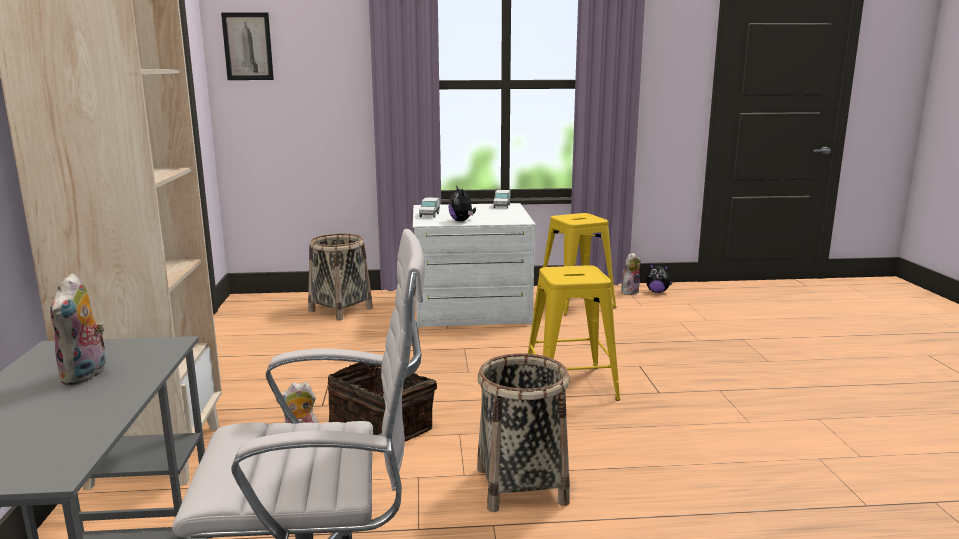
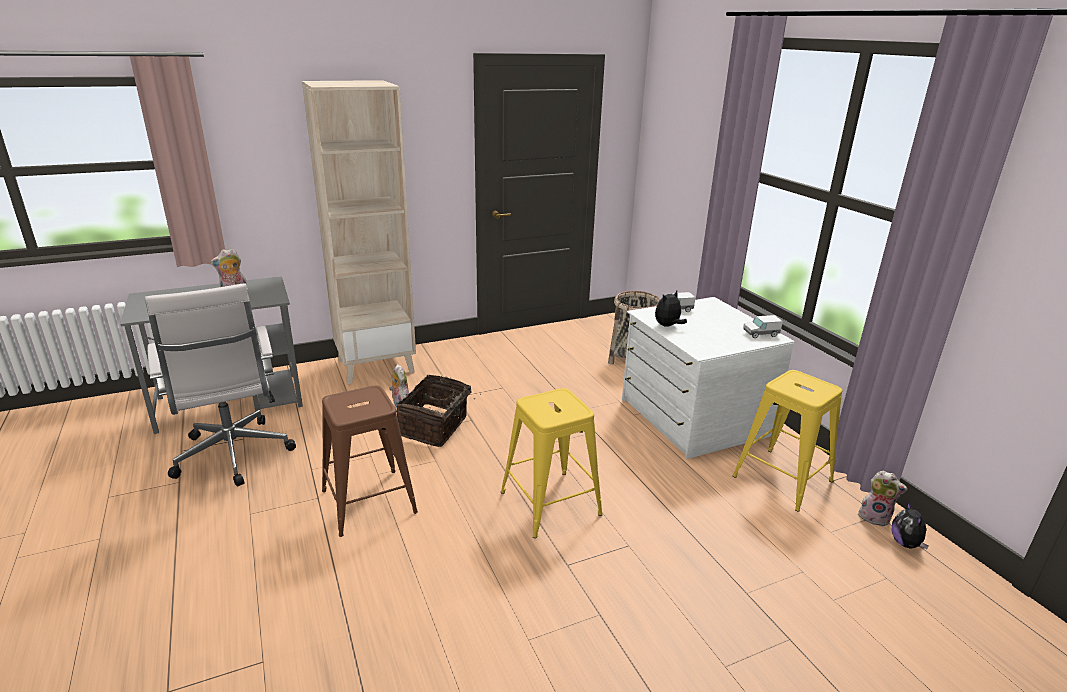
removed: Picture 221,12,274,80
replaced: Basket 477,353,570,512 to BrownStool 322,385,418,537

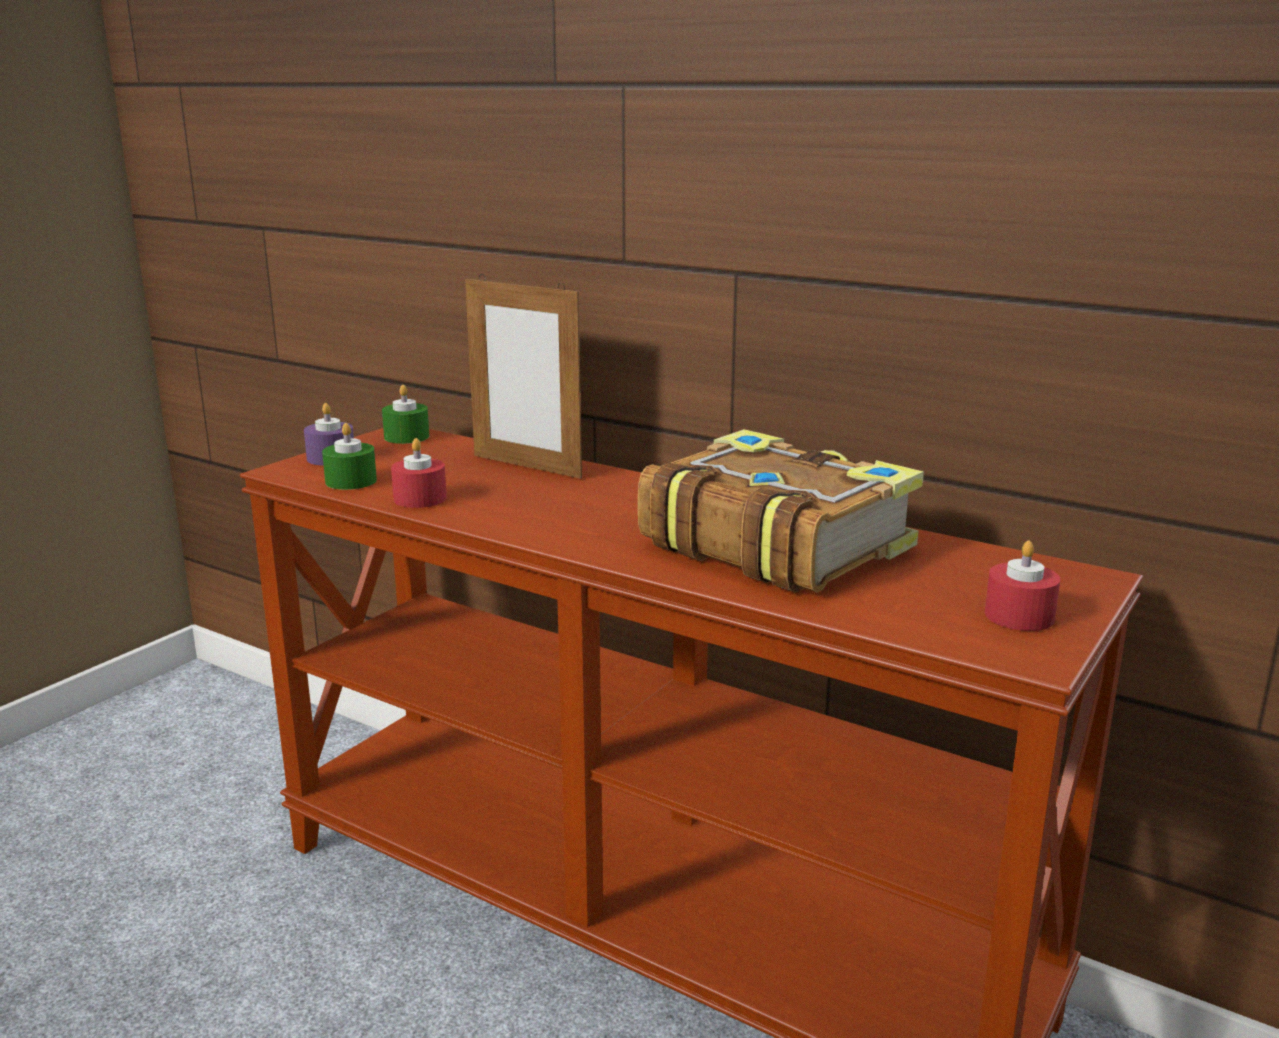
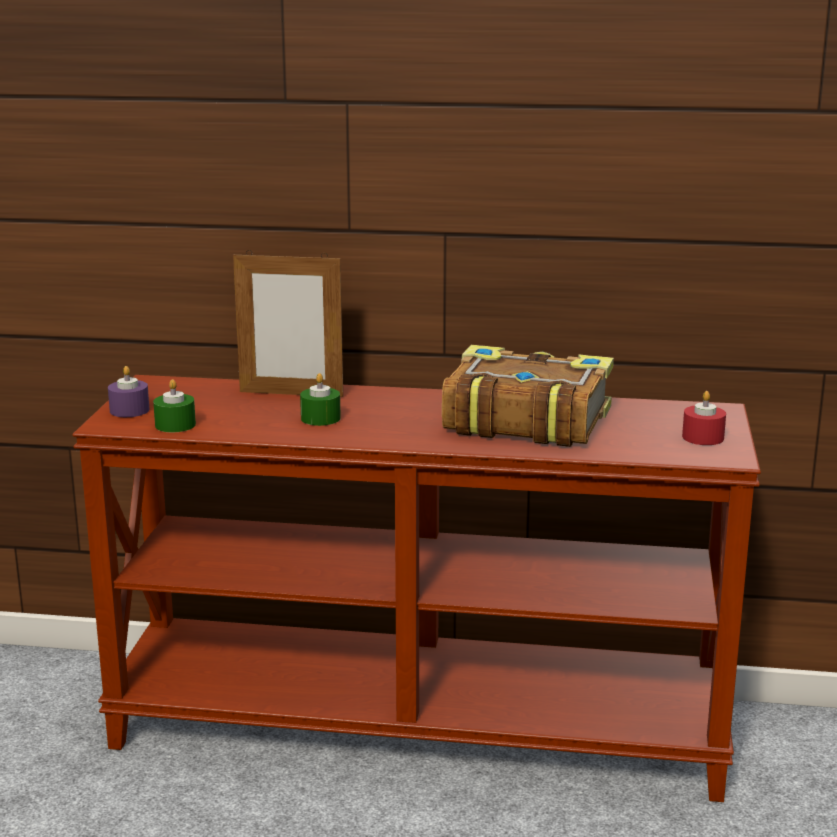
removed: RedCandle 391,438,447,508
moved: GreenCandle 382,385,429,444 to 300,373,341,426

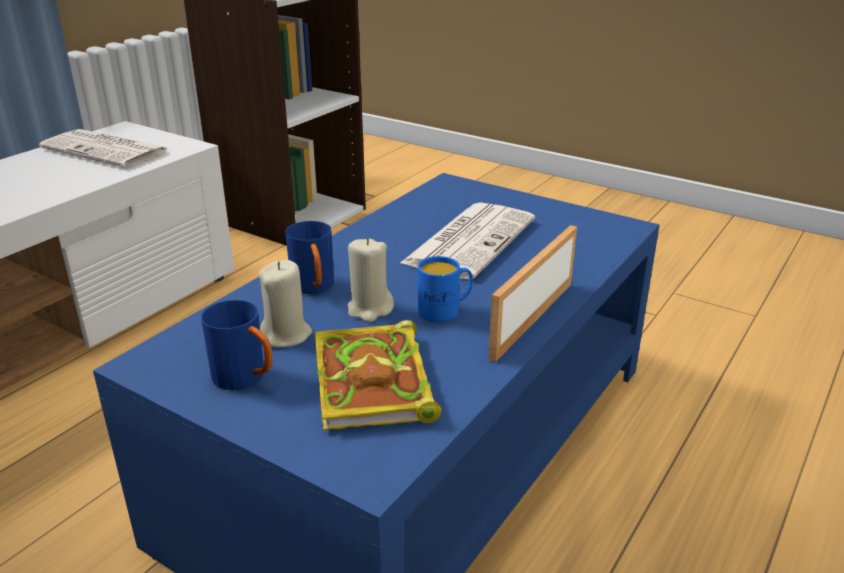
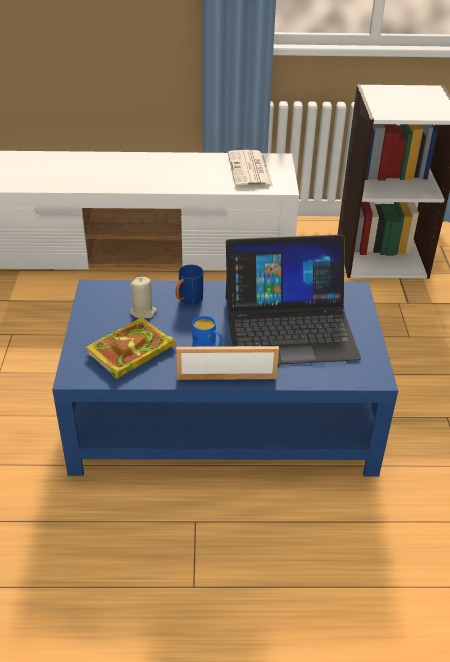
removed: BlueMug 201,300,273,390; BeigeCandle 348,238,394,322
replaced: Newspaper 399,202,535,280 to Laptop 226,235,361,365

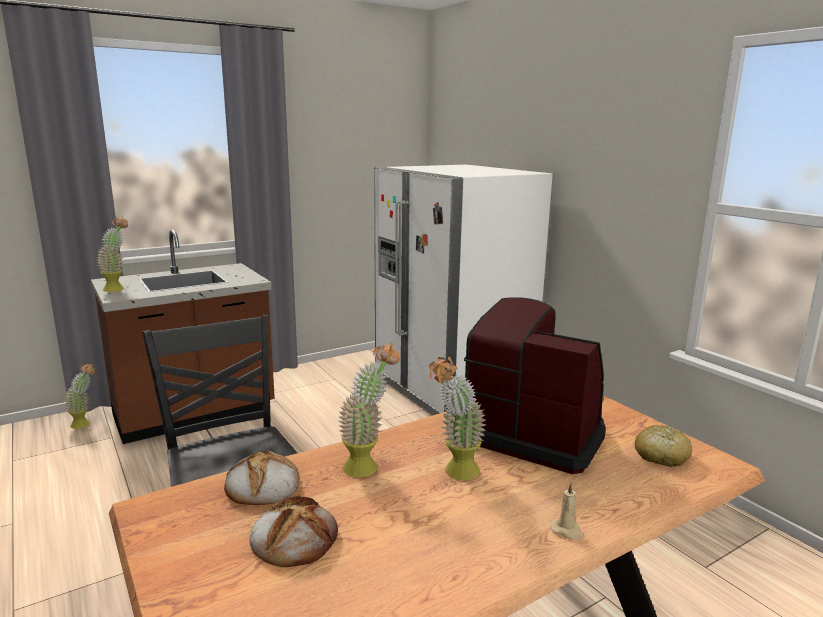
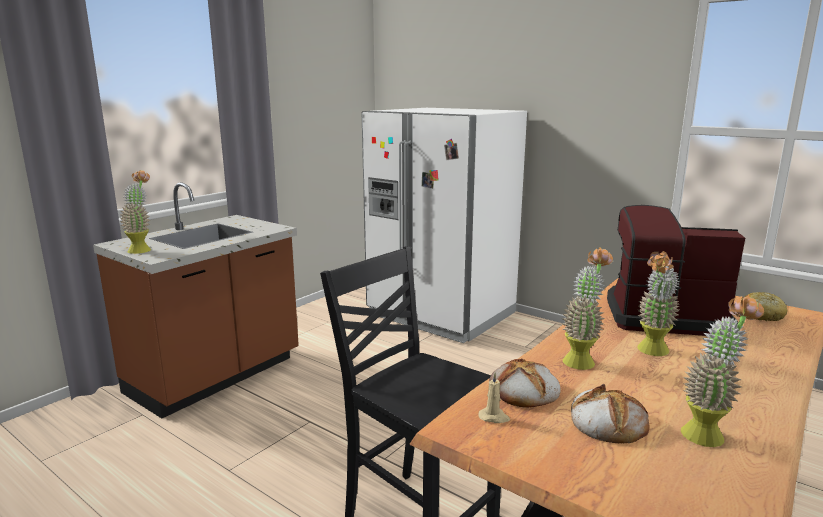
moved: PottedPlant 64,364,95,429 to 681,295,764,447; BeigeCandle 550,482,584,539 to 478,372,510,423

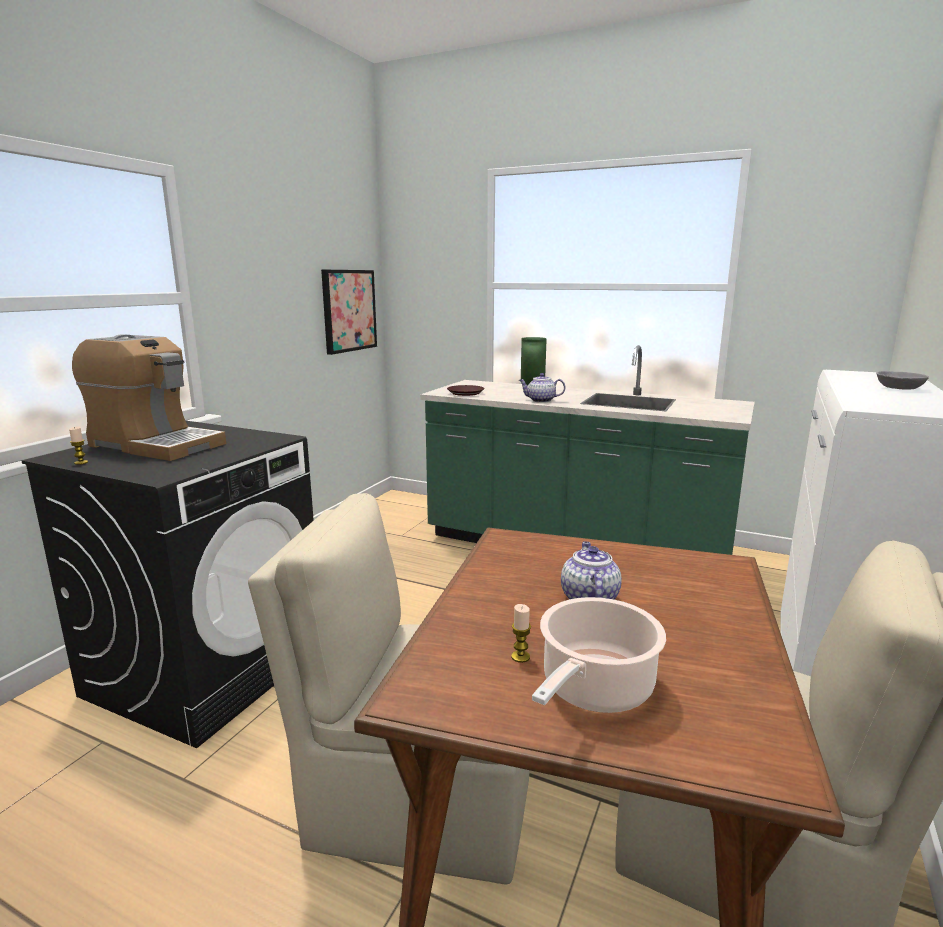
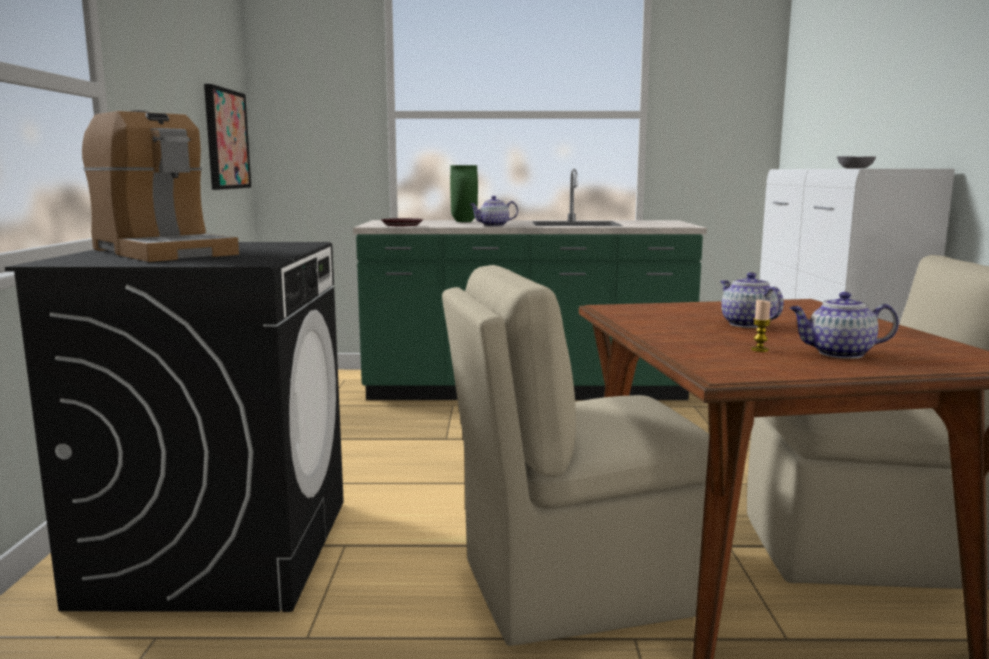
removed: Candle 69,426,88,465
replaced: CookingPot 532,597,666,713 to Teapot 790,292,899,359
turned: CoffeeMachine 72,334,226,461 = 82,110,239,262 45 degrees clockwise

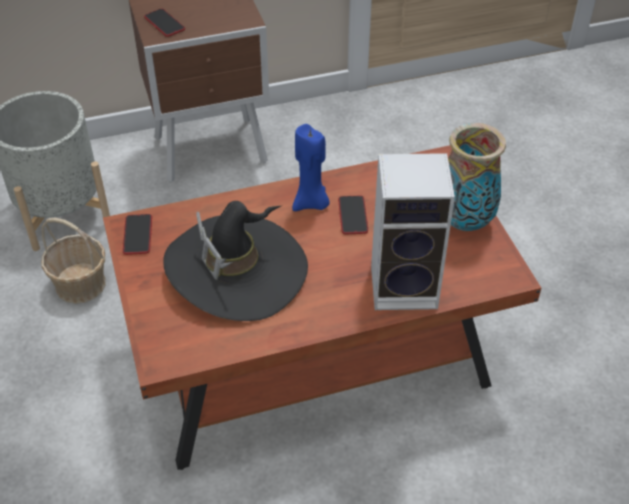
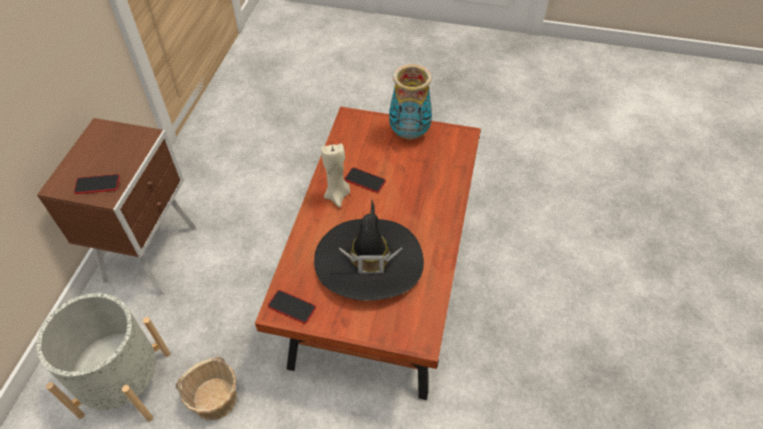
removed: Speaker 371,153,455,310
recoloured: BlueCandle 292,124,330,211 to BeigeCandle 321,143,350,208

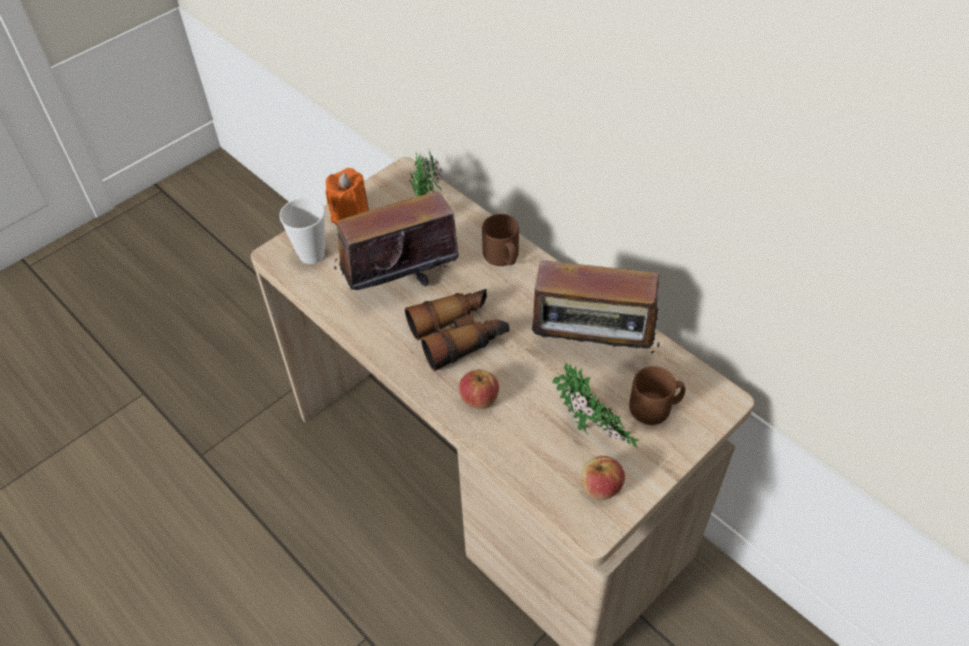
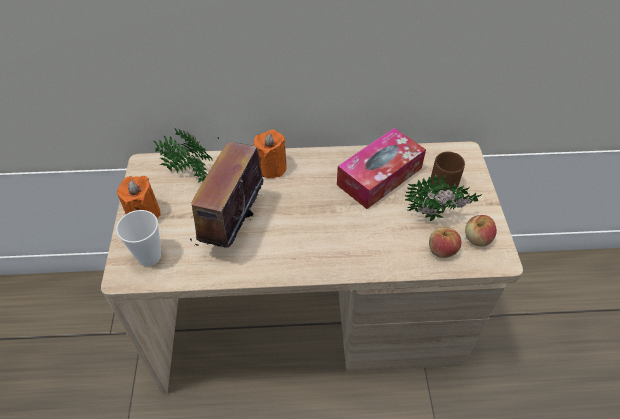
removed: Binoculars 405,289,509,371
moved: Apple 459,369,499,409 to 429,227,461,258
replaced: BrownMug 482,214,519,266 to OrangeCandle 254,130,287,178; Radio 532,260,659,365 to TissueBox 337,128,426,209

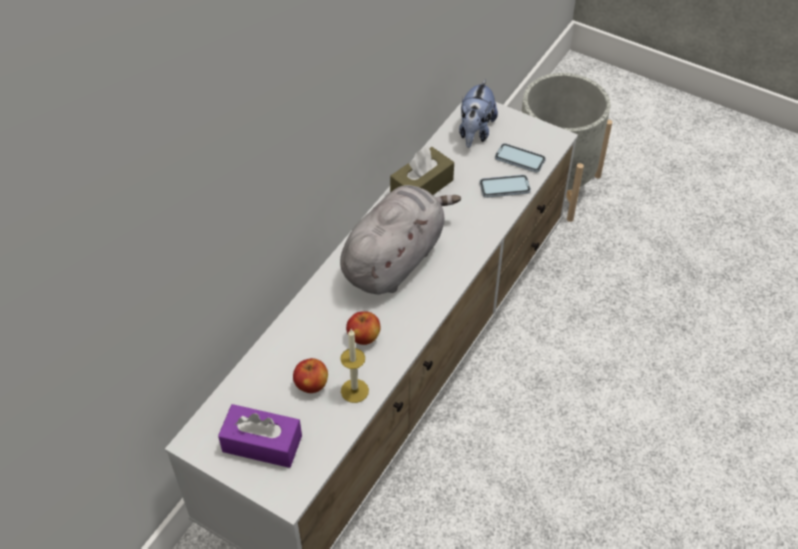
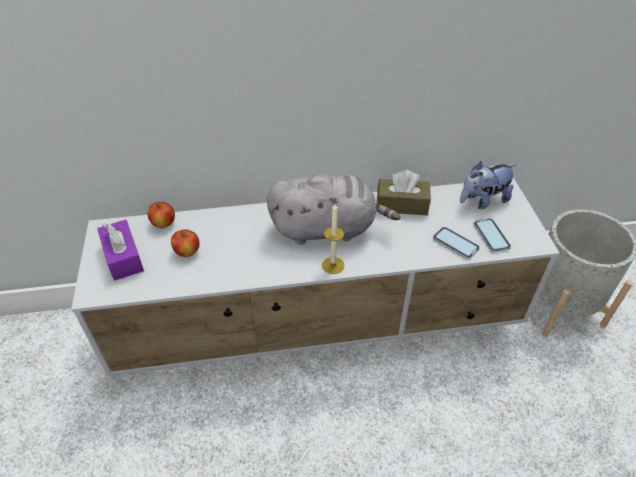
moved: Candle 340,329,369,403 to 322,204,344,274; Apple 346,311,381,345 to 147,202,175,228

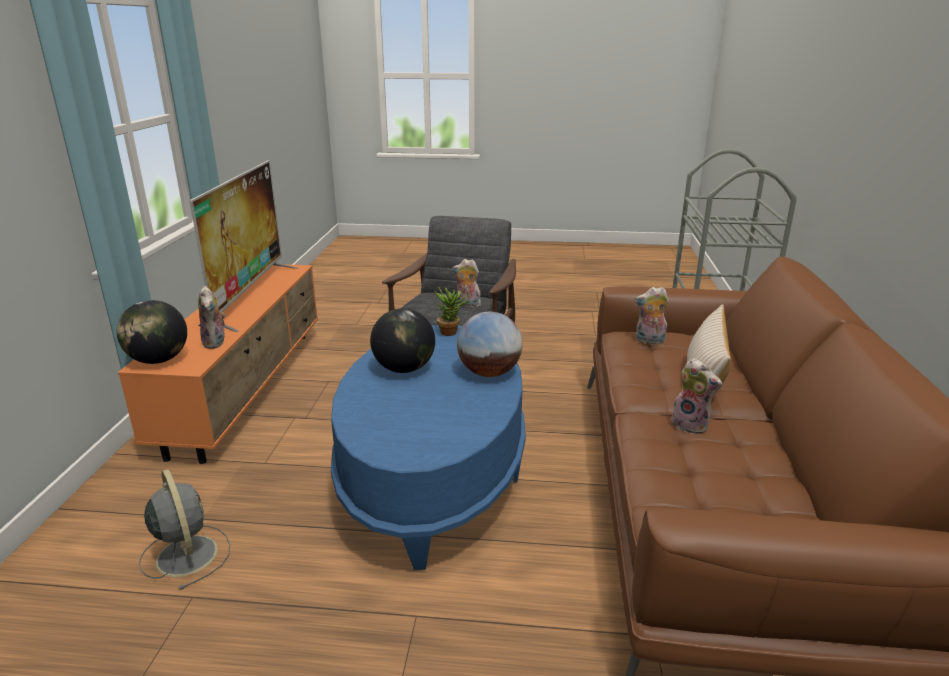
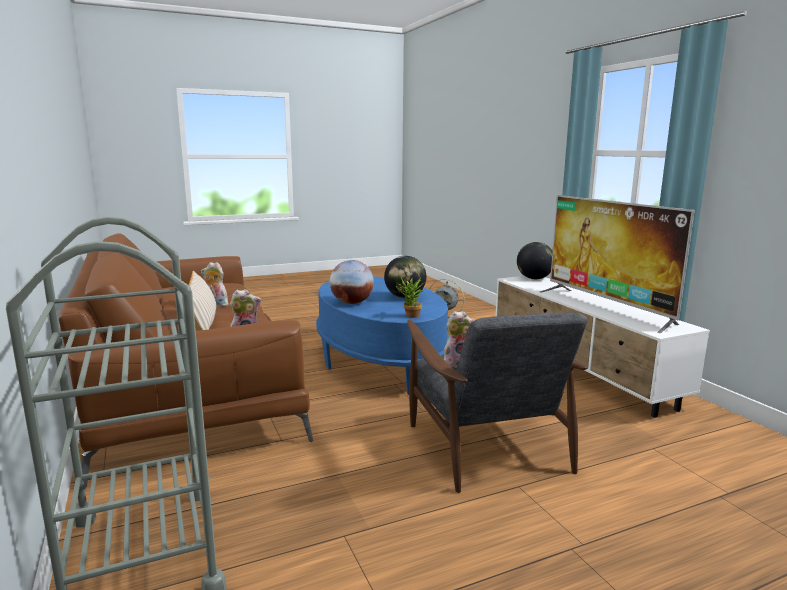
removed: PlushToy 198,286,226,349
recoloured: OrangeTvStand 118,264,318,464 to WhiteTvStand 495,276,710,417

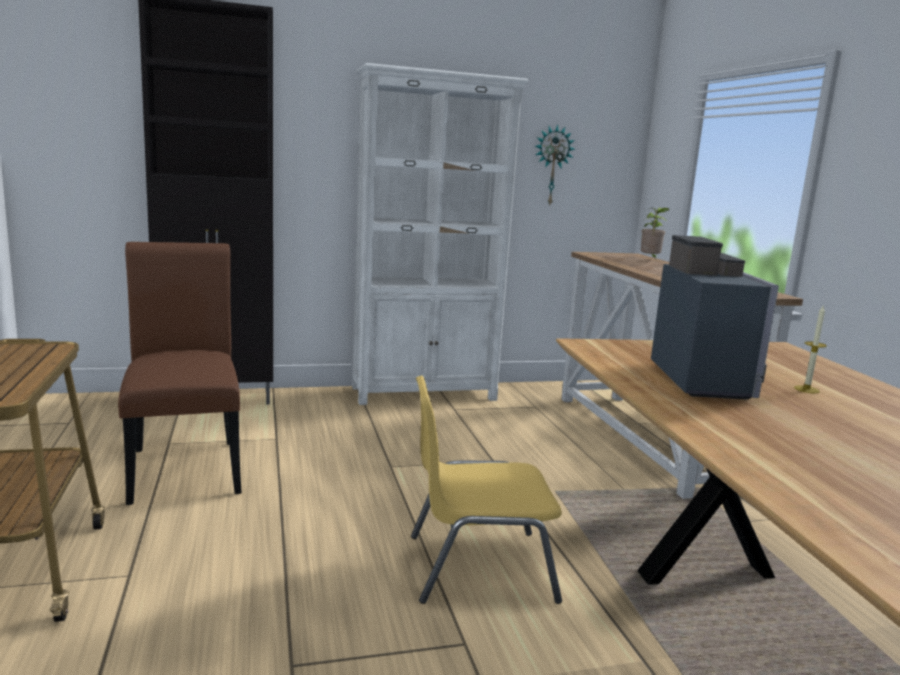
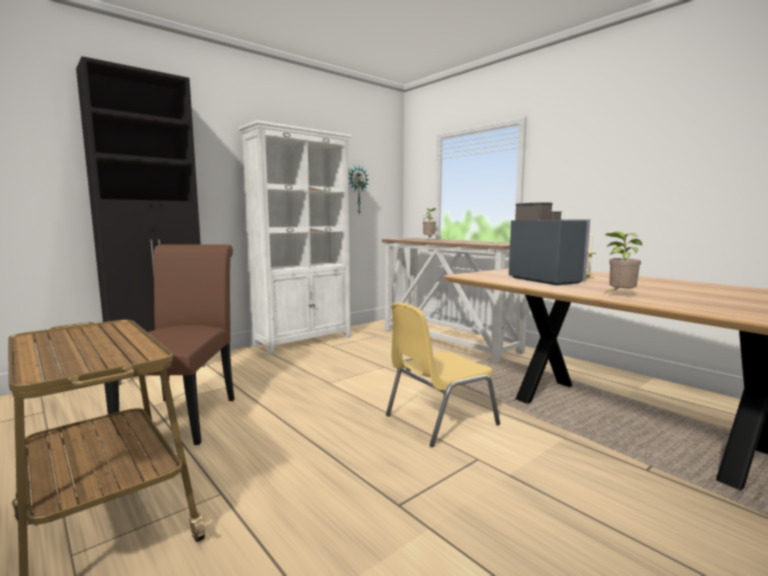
added: PottedPlant 603,232,642,295
turned: BrownChair 118,242,242,505 = 100,244,235,445 45 degrees clockwise

